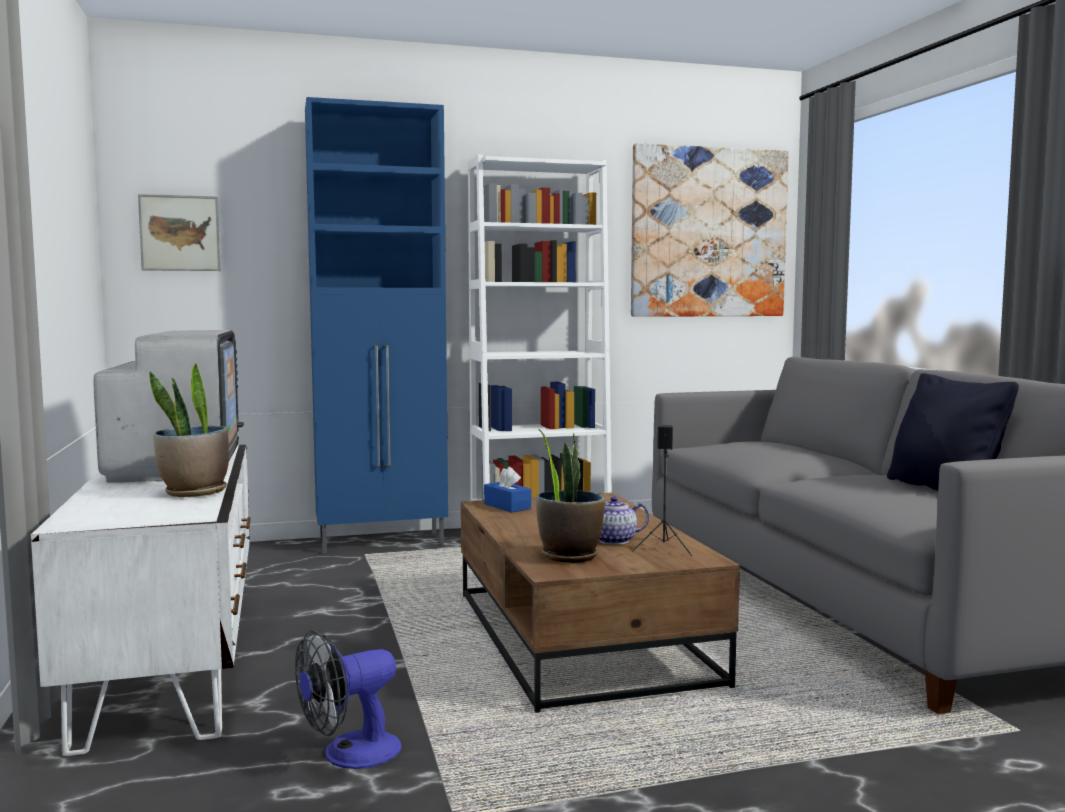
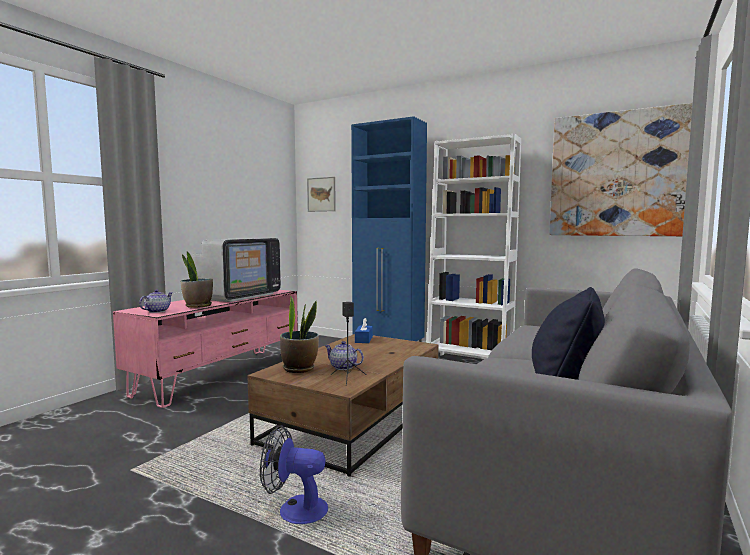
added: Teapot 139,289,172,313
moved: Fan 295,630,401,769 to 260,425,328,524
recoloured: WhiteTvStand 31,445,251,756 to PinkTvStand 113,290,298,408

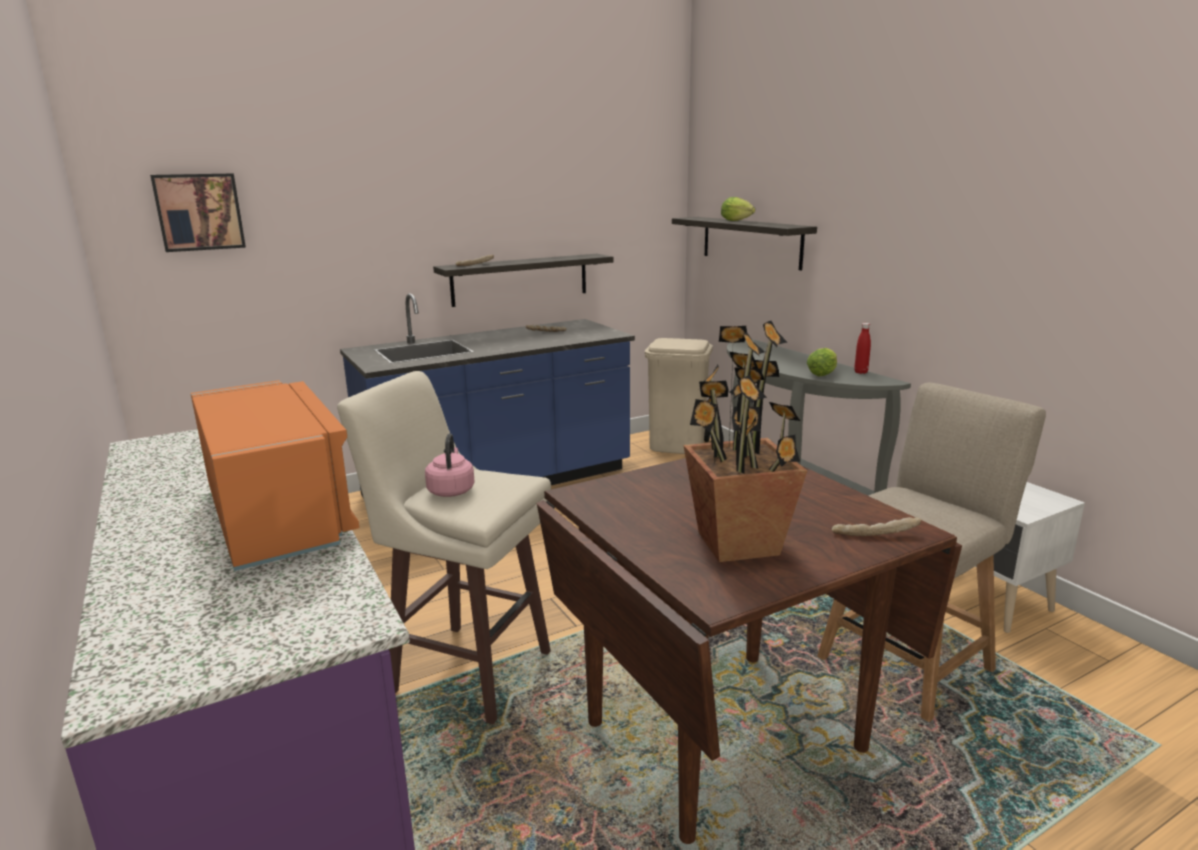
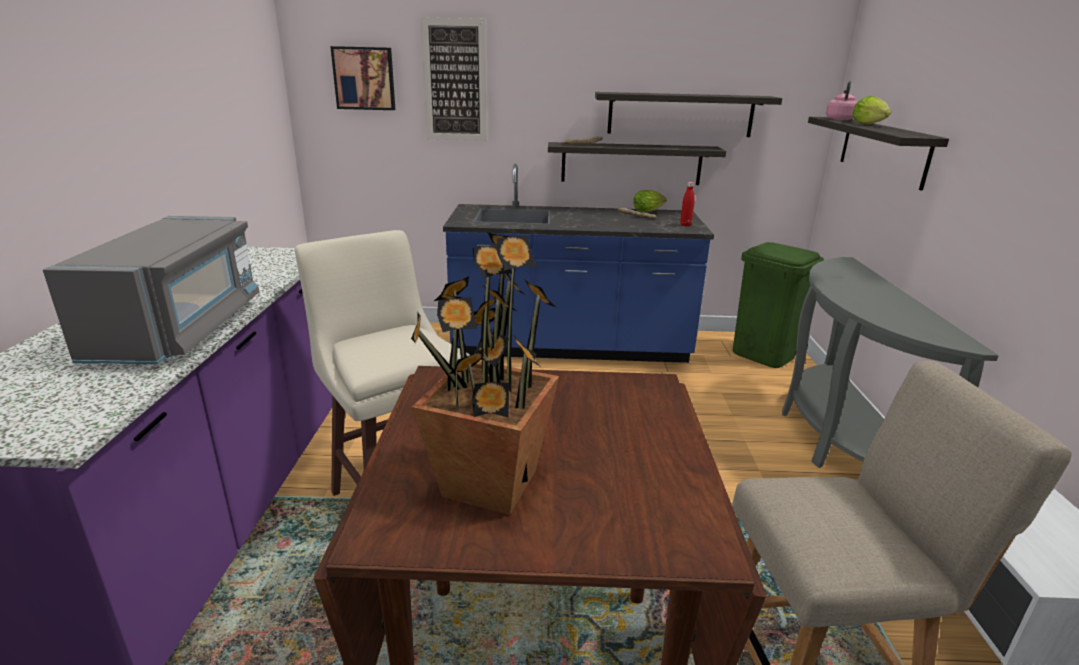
removed: Bread 832,517,921,536
added: Picture 420,17,487,141; Shelf 595,92,782,137
moved: PinkKettle 425,433,475,497 to 826,81,858,120; Lettuce 807,348,837,376 to 633,190,666,212; RedBottle 854,323,871,374 to 680,182,695,226
recoloured: OrangeMicrowave 191,380,359,571 to GreyMicrowave 43,216,259,365; BeigeTrashCan 645,338,713,454 to GreenTrashCan 733,242,824,368

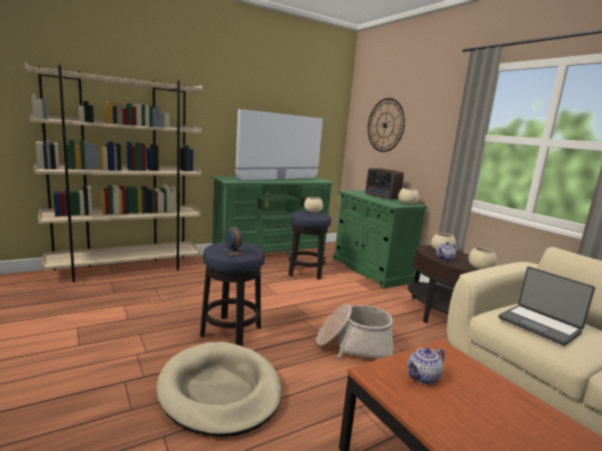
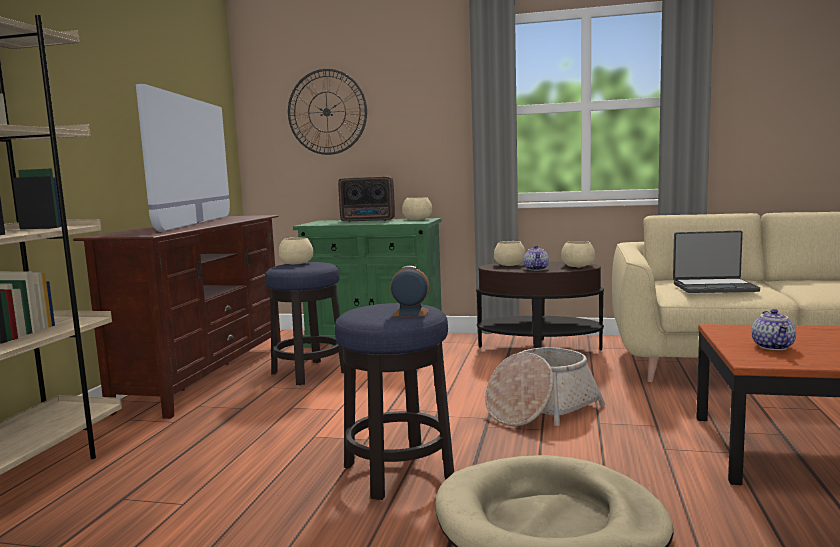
recoloured: GreenTvStand 210,176,336,256 to BrownTvStand 73,215,281,419

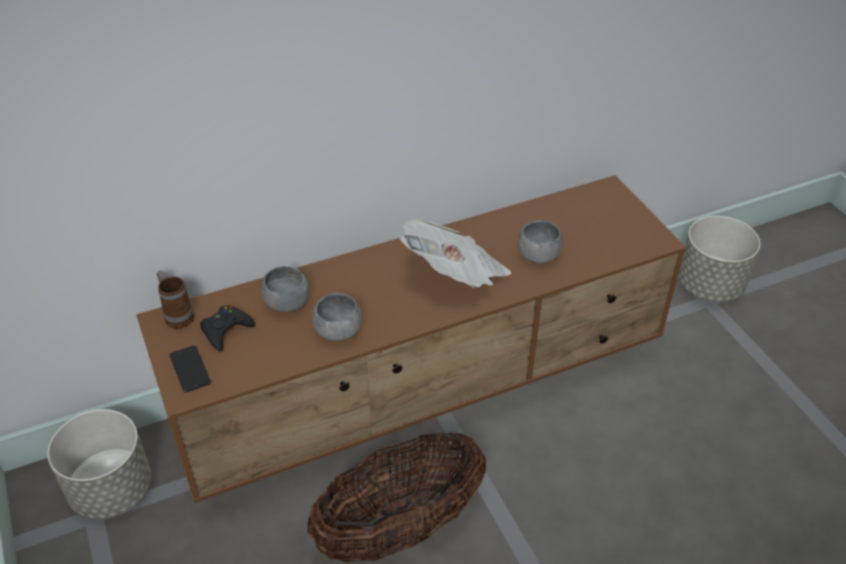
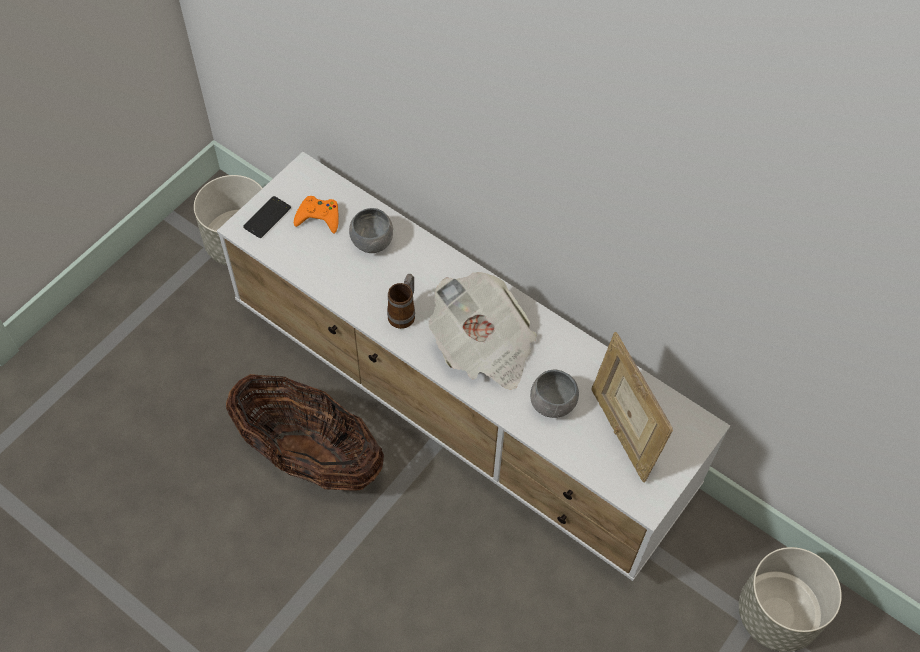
removed: GreyBowl 312,293,362,341
added: PictureFrame 592,332,673,482
moved: Mug 157,271,194,329 to 387,274,415,329
recoloured: BrownTvStand 136,175,686,503 to WhiteTvStand 217,152,730,581; BlackGameController 200,305,255,352 to OrangeGameController 294,196,339,234

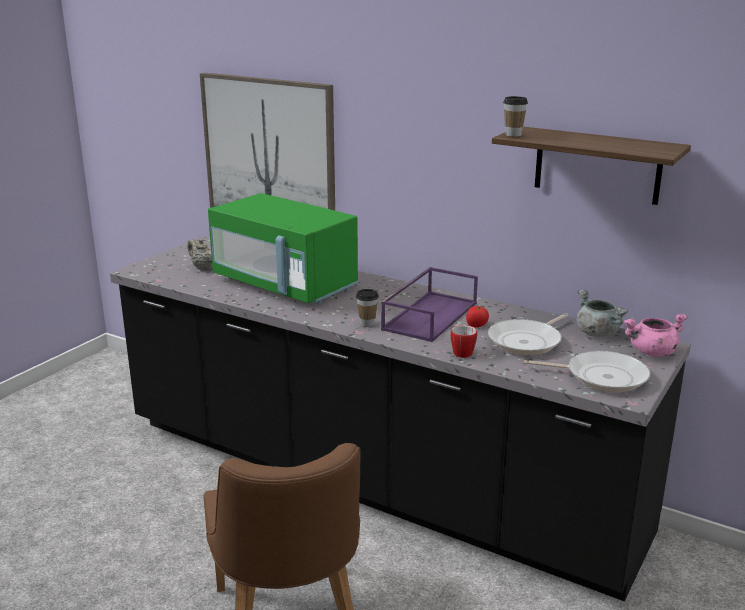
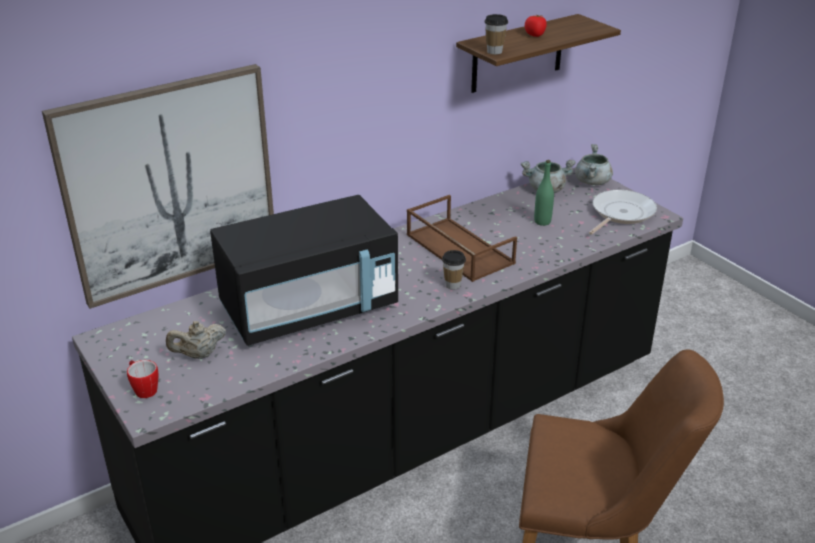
moved: Mug 451,325,477,358 to 127,360,159,398; Tomato 466,306,489,327 to 525,14,547,37
replaced: FryingPan 488,313,568,355 to GreenBottle 534,160,554,226
recoloured: GreenMicrowave 208,193,359,304 to BlackMicrowave 210,195,398,346; PurpleTray 381,267,478,342 to BrownTray 407,195,517,282; PinkCookingPot 624,314,688,357 to GreyCookingPot 575,144,613,185

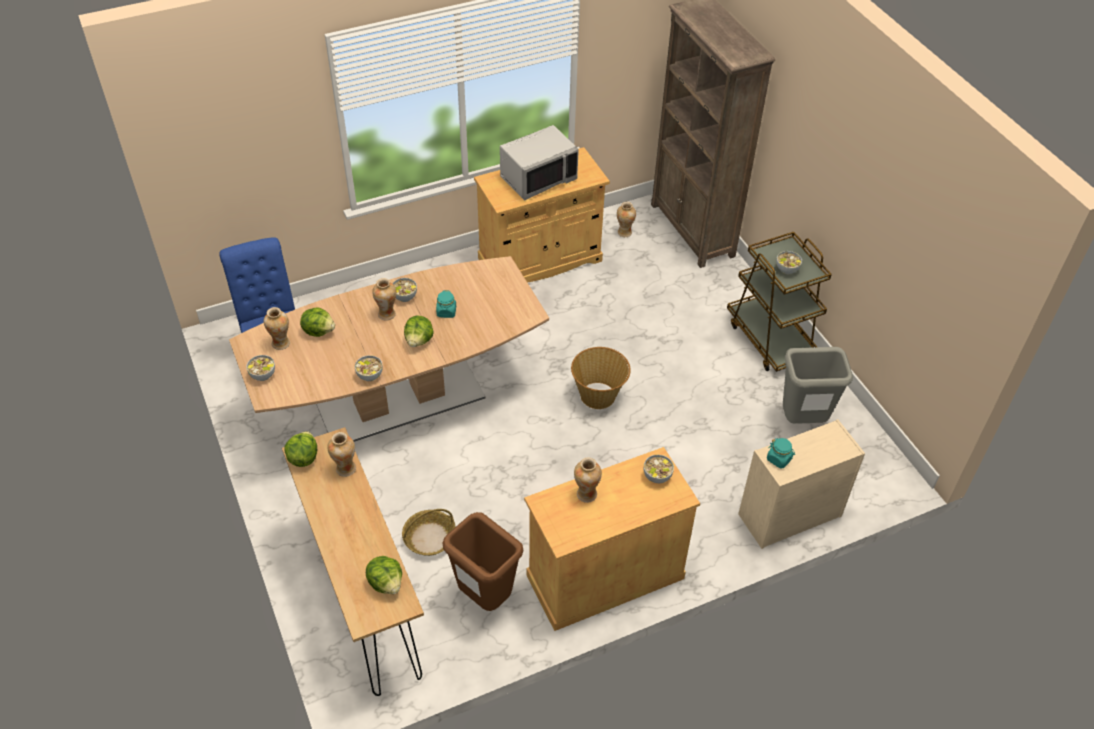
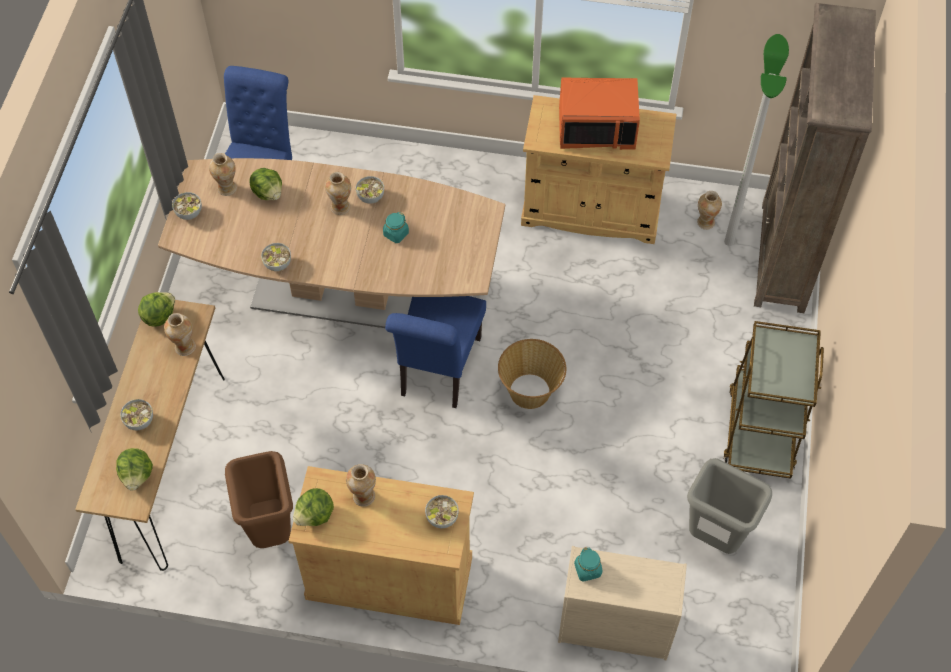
removed: Basket 402,509,455,556
added: BlueChair 385,296,486,408; FloorLamp 724,34,789,246
moved: Lettuce 404,316,434,347 to 293,488,334,526; Bowl 776,251,802,274 to 120,399,153,431
recoloured: GreyMicrowave 500,125,579,201 to OrangeMicrowave 559,77,640,150

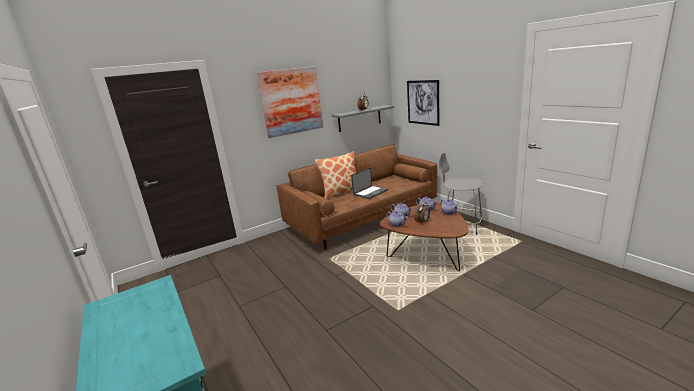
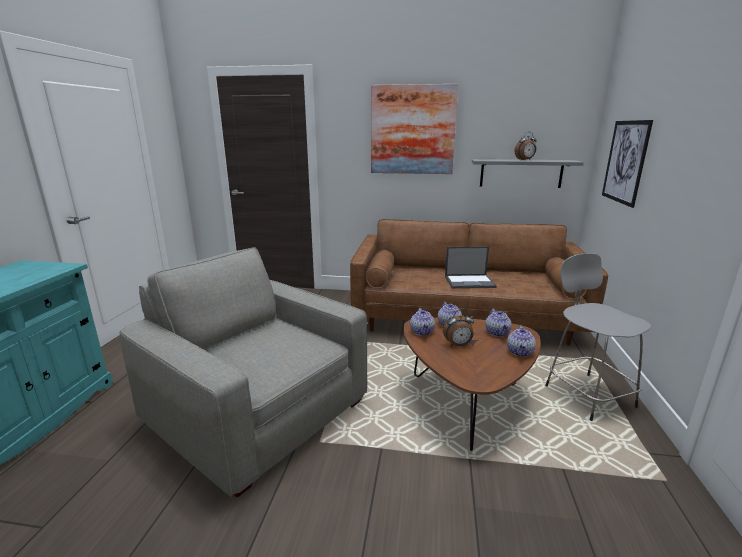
removed: Pillow 315,151,356,199
added: GreyArmchair 120,247,367,498

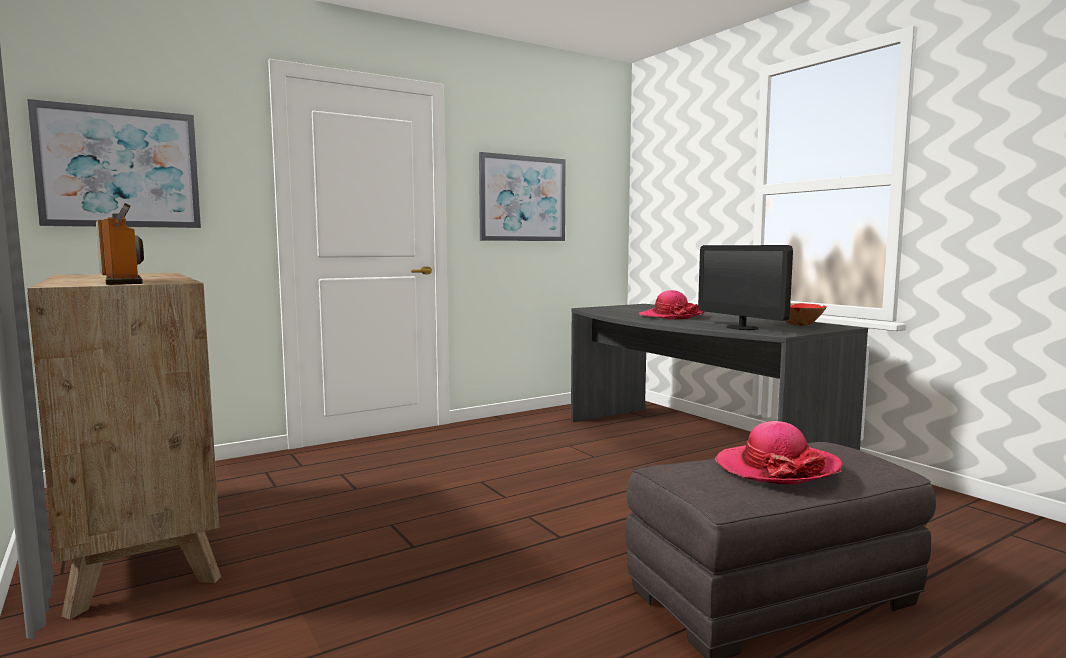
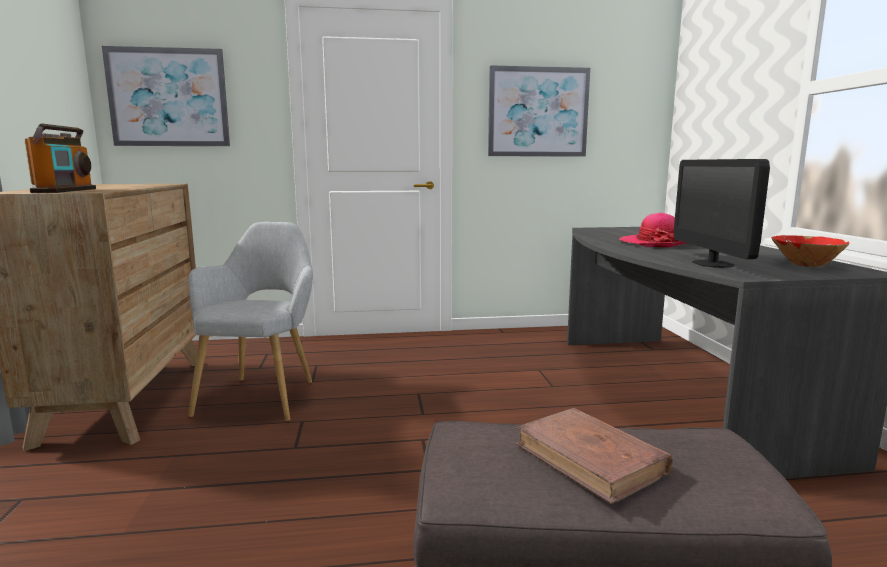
added: GreyArmchair 188,222,313,421
replaced: Hat 715,421,843,484 to BrownBook 516,408,673,504

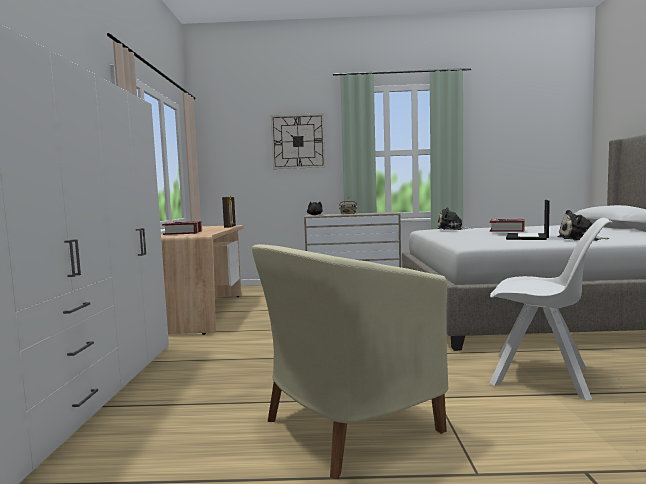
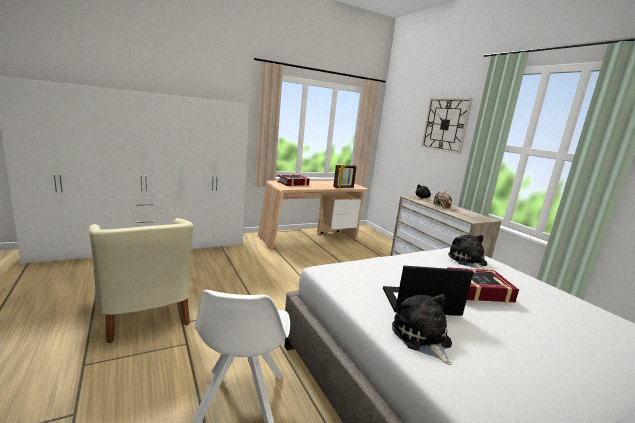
turned: BeigeArmchair 252,244,448,479 = 89,218,193,343 150 degrees counterclockwise

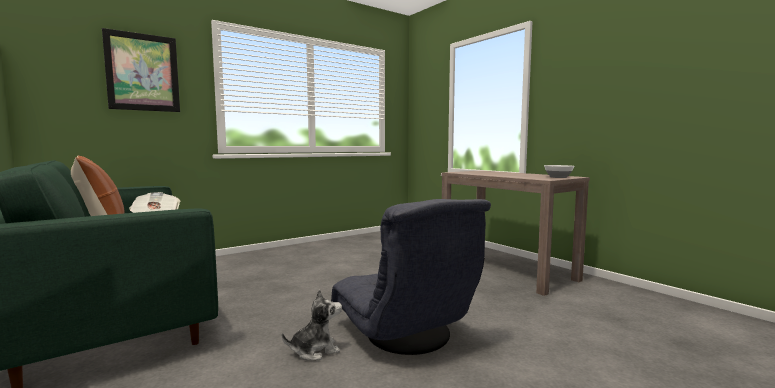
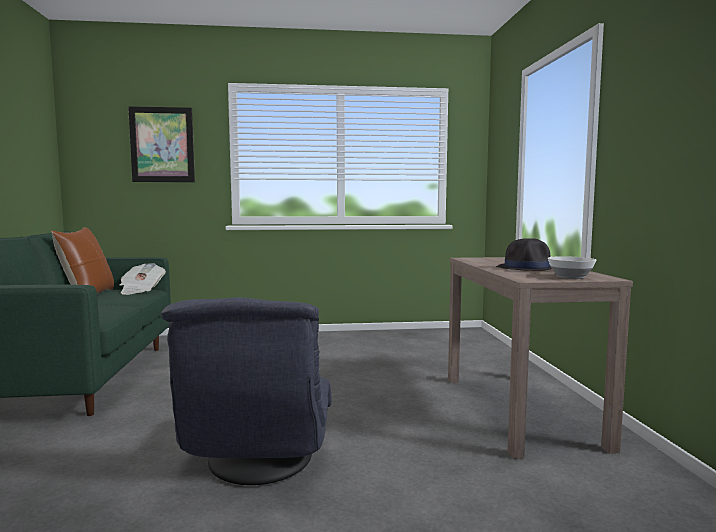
removed: PlushToy 282,289,342,361
added: BlackHat 497,238,552,271

